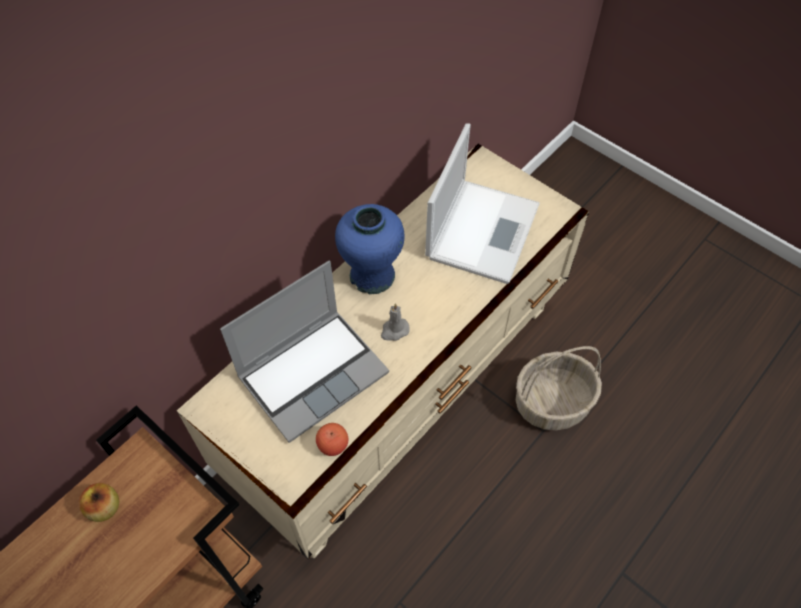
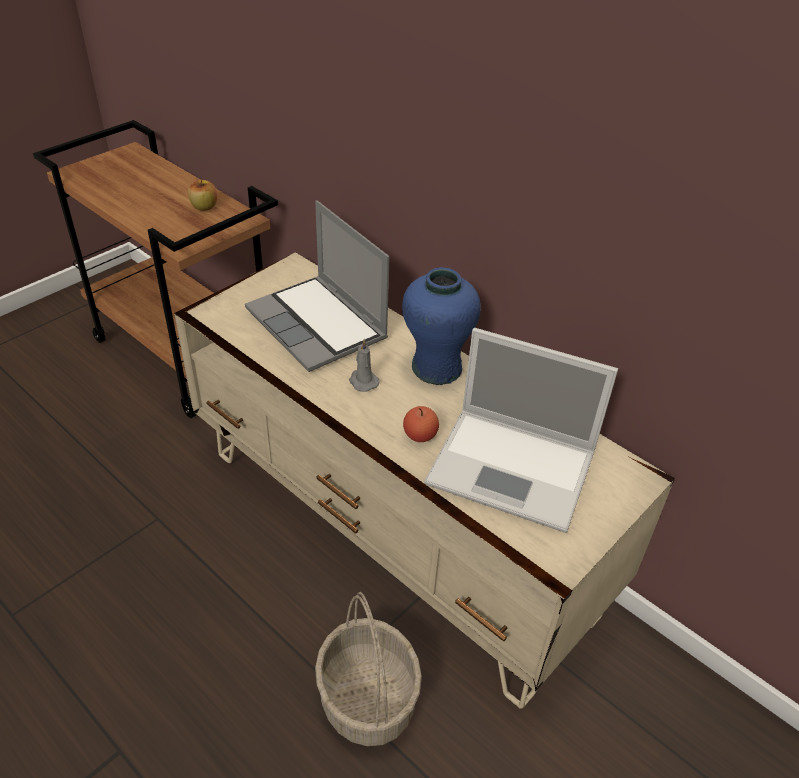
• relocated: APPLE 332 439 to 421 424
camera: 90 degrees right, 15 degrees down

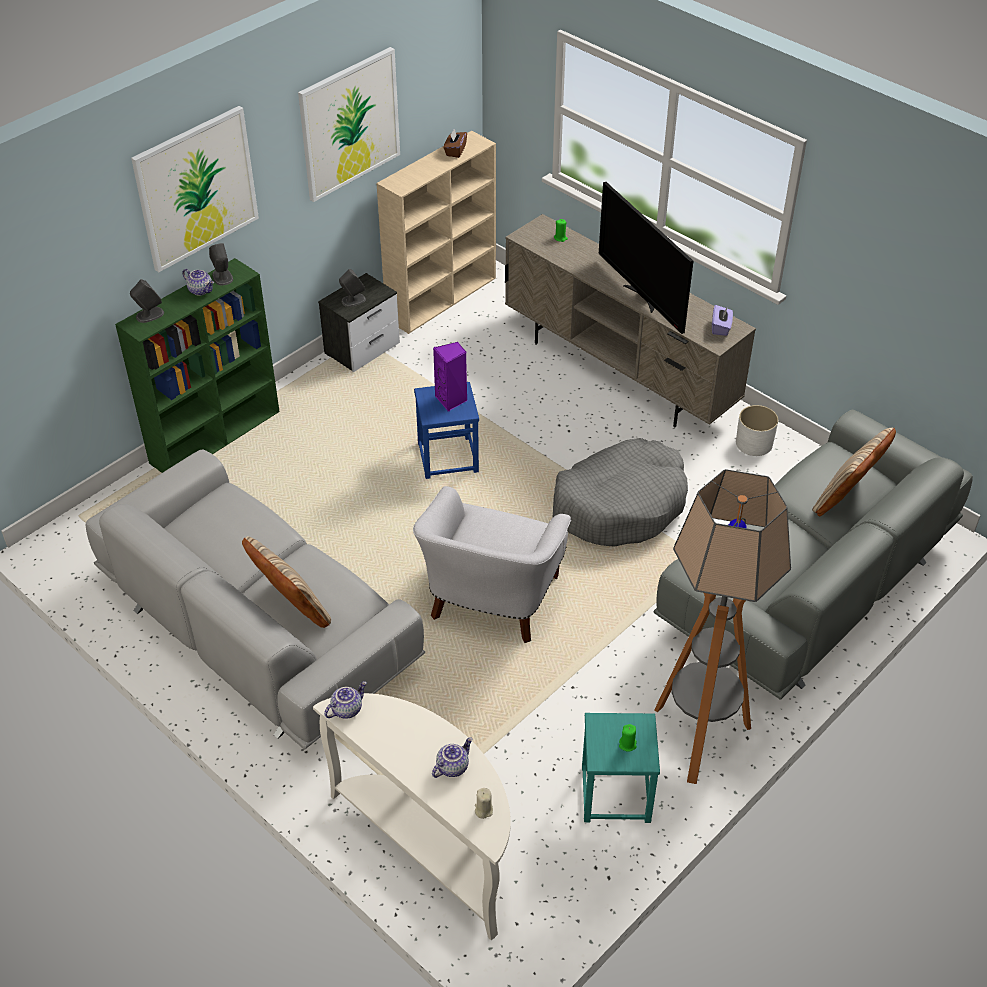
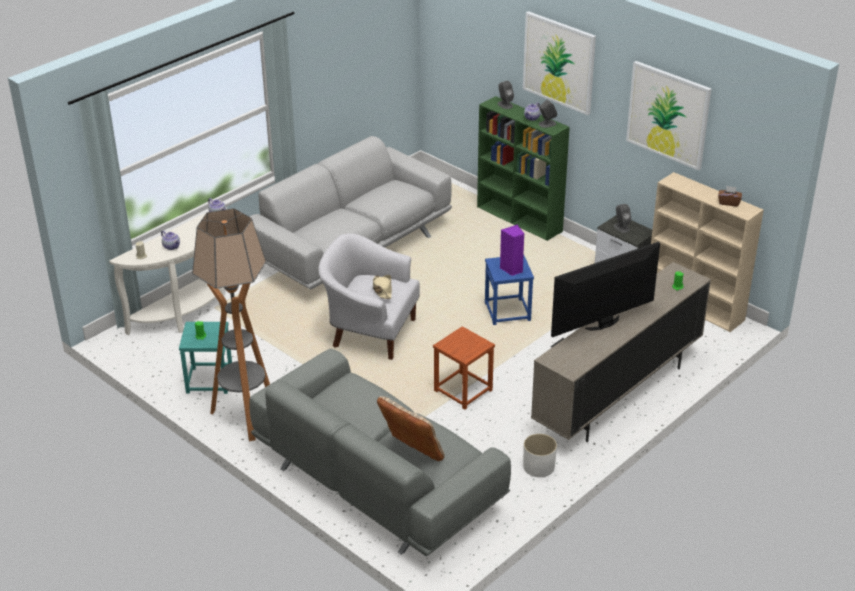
• missing: PURPLE TISSUE BOX 722 320
• exchanged: GREY DOG BED 620 492 to BROWN STOOL 464 368
• missing: BEIGE PILLOW 286 582
• appeared: BEIGE HAT 382 287
camera: 90 degrees right, 10 degrees down

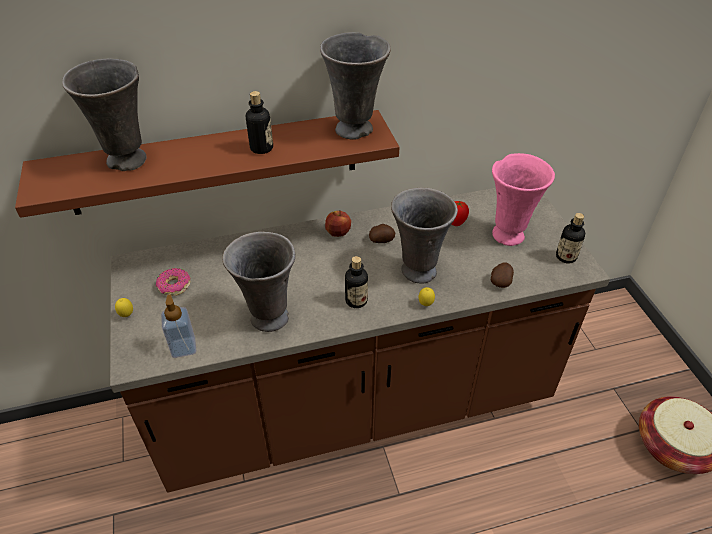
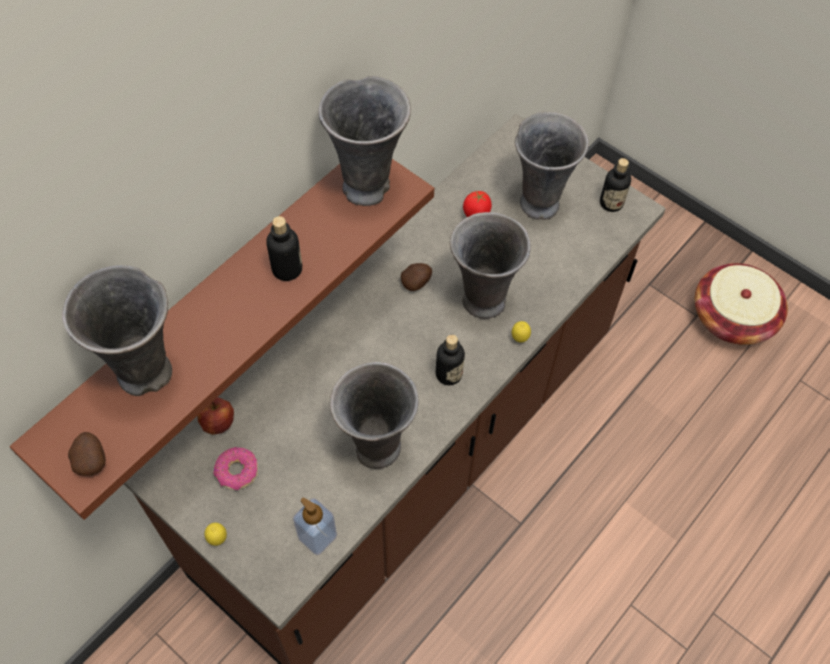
• colour: PINK VASE 523 199 to GREY VASE 552 166
• relocated: APPLE 338 224 to 215 416
• relocated: POTATO 502 275 to 87 454
camera: 35 degrees left, 15 degrees up

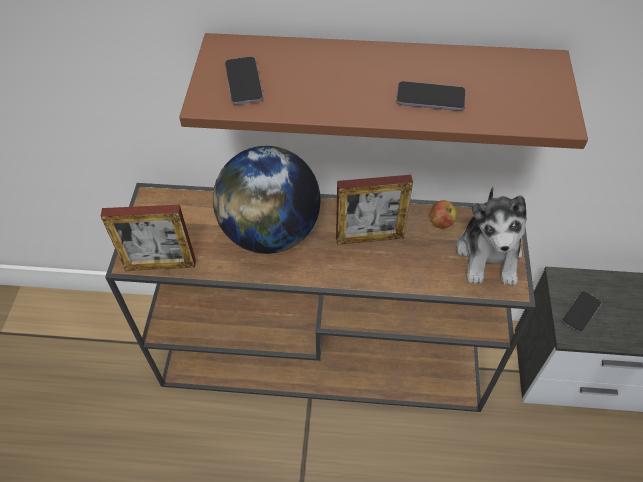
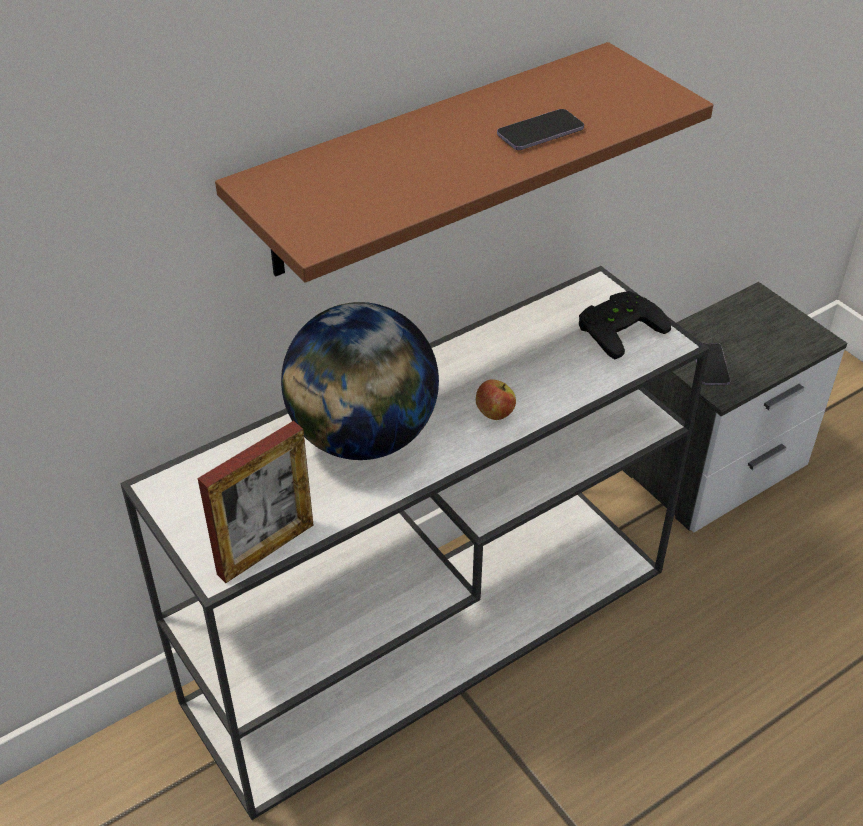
• missing: PHONE 244 81
• missing: PICTURE FRAME 374 210
• colour: BROWN CONSOLE TABLE 320 297 to WHITE CONSOLE TABLE 414 543
• exchanged: PLUSH TOY 491 236 to BLACK GAME CONTROLLER 625 325
• relocated: APPLE 443 214 to 496 399
camera: 40 degrees left, 10 degrees down

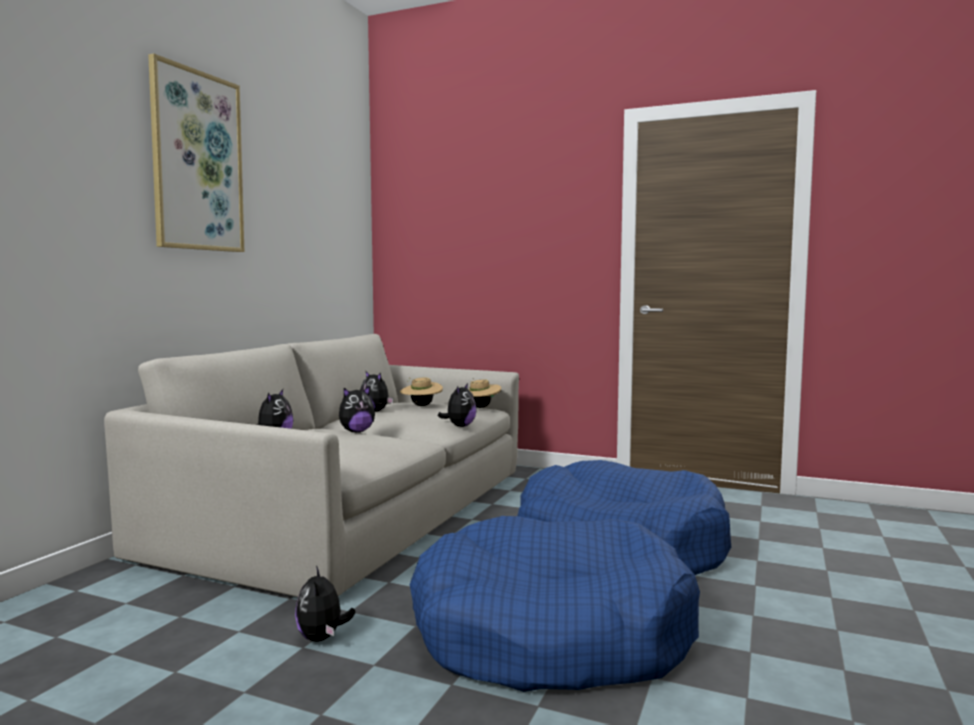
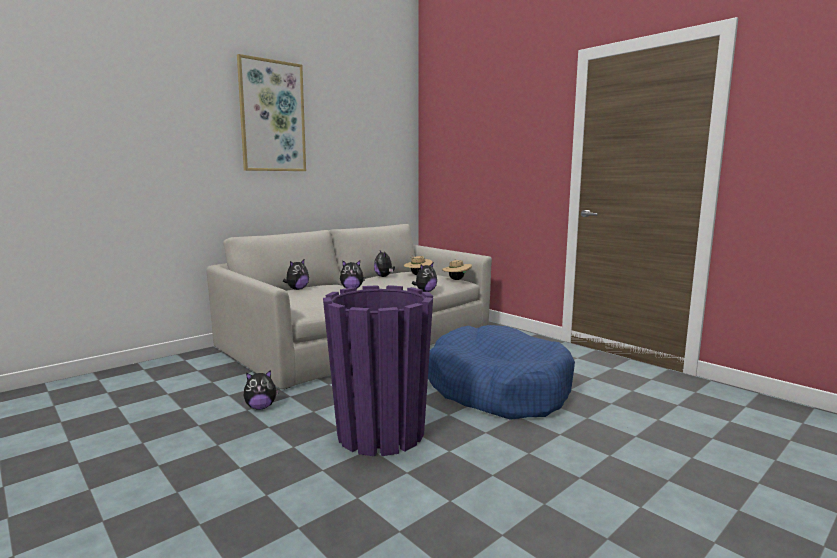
• exchanged: BLUE DOG BED 555 604 to PURPLE PLANTER 378 370
• spun: PLUSH TOY 325 604 = 261 390 120 degrees counterclockwise
camera: 25 degrees right, 5 degrees up

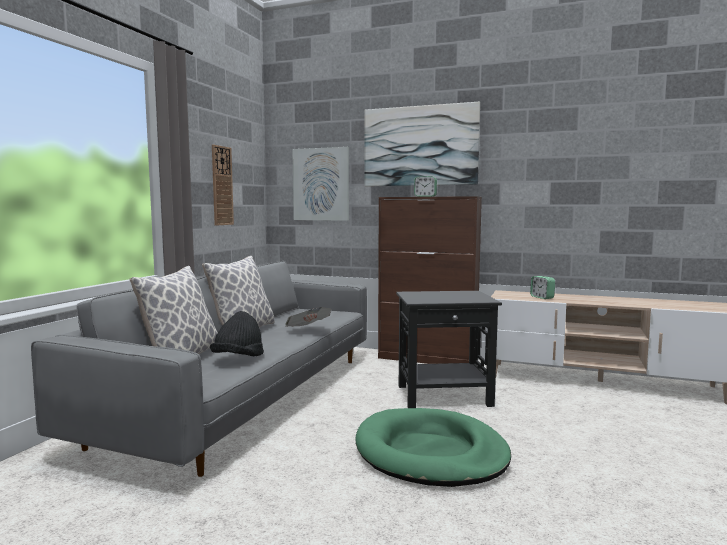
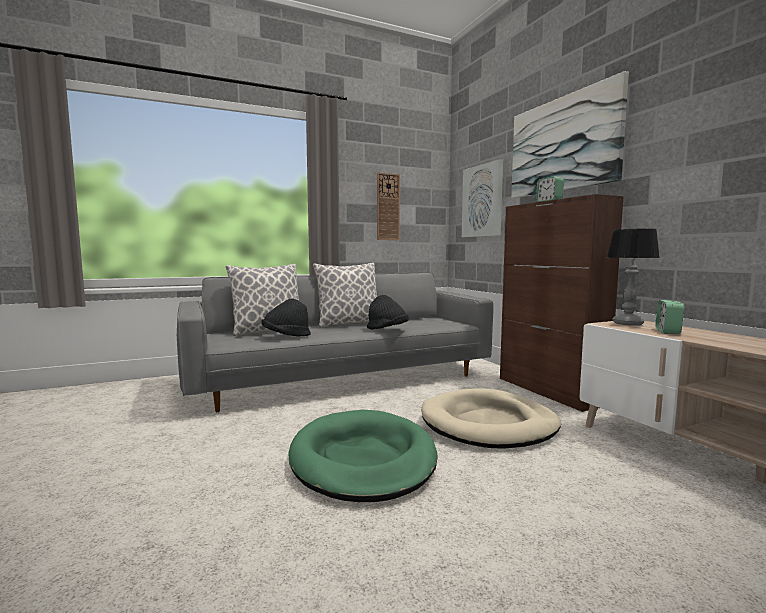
• exchanged: BLACK SIDE TABLE 449 349 to BEIGE DOG BED 491 418
• exchanged: NEWSPAPER 308 317 to BLACK HAT 388 312
• appeared: TABLE LAMP 633 277
camera: 45 degrees right, 0 degrees up

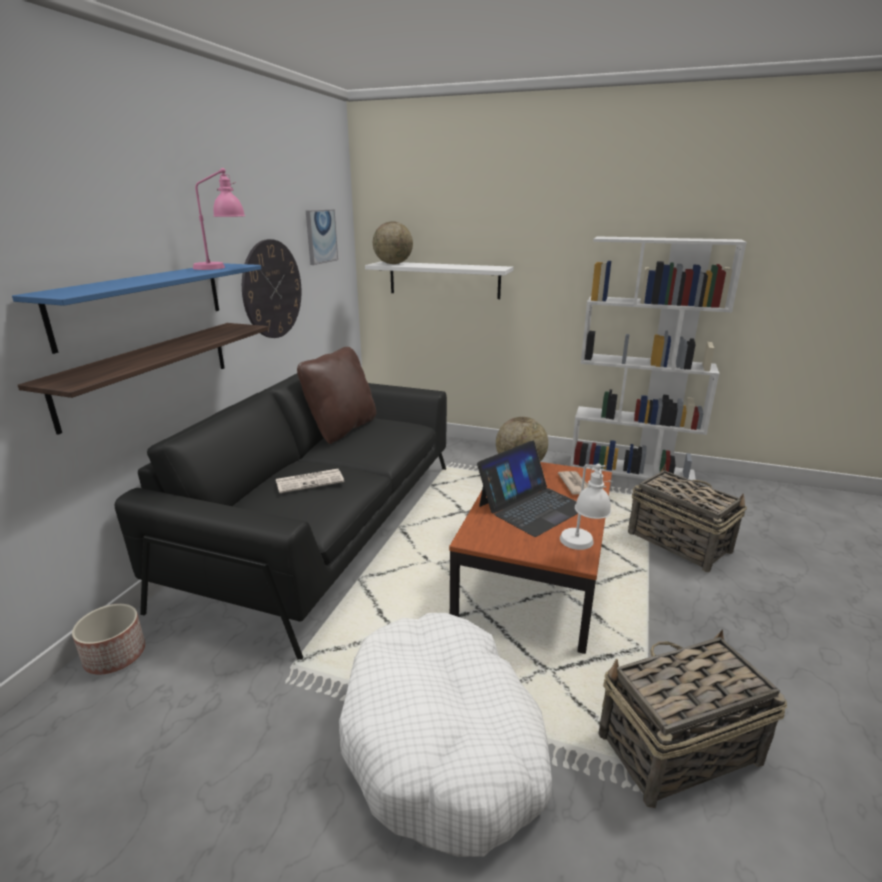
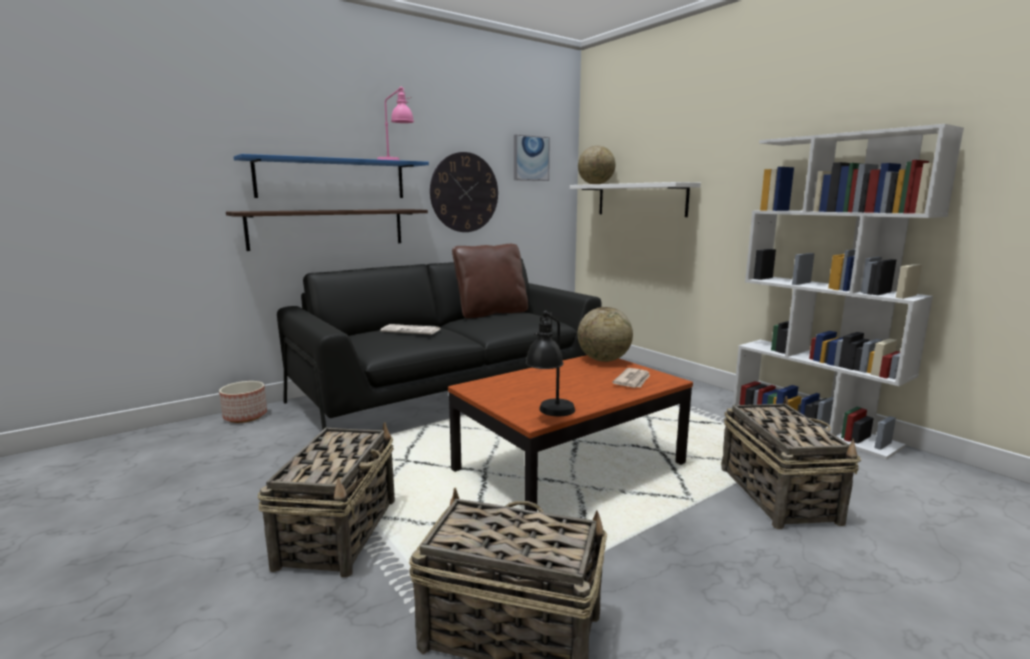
• missing: LAPTOP 527 489
• colour: WHITE TABLE LAMP 586 507 to BLACK TABLE LAMP 550 363
• exchanged: WHITE DOG BED 445 735 to BASKET 326 499
camera: 35 degrees right, 10 degrees down

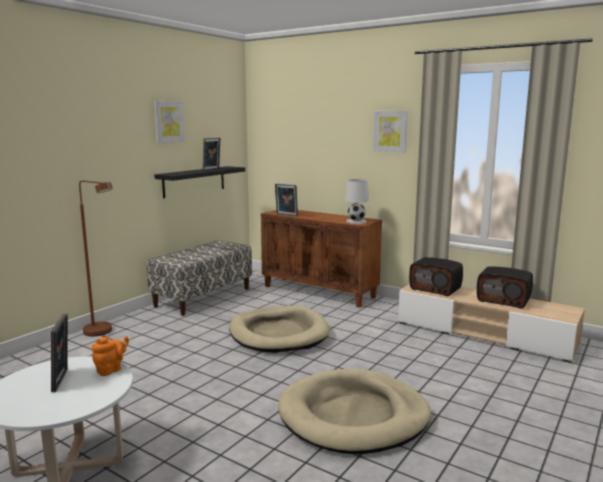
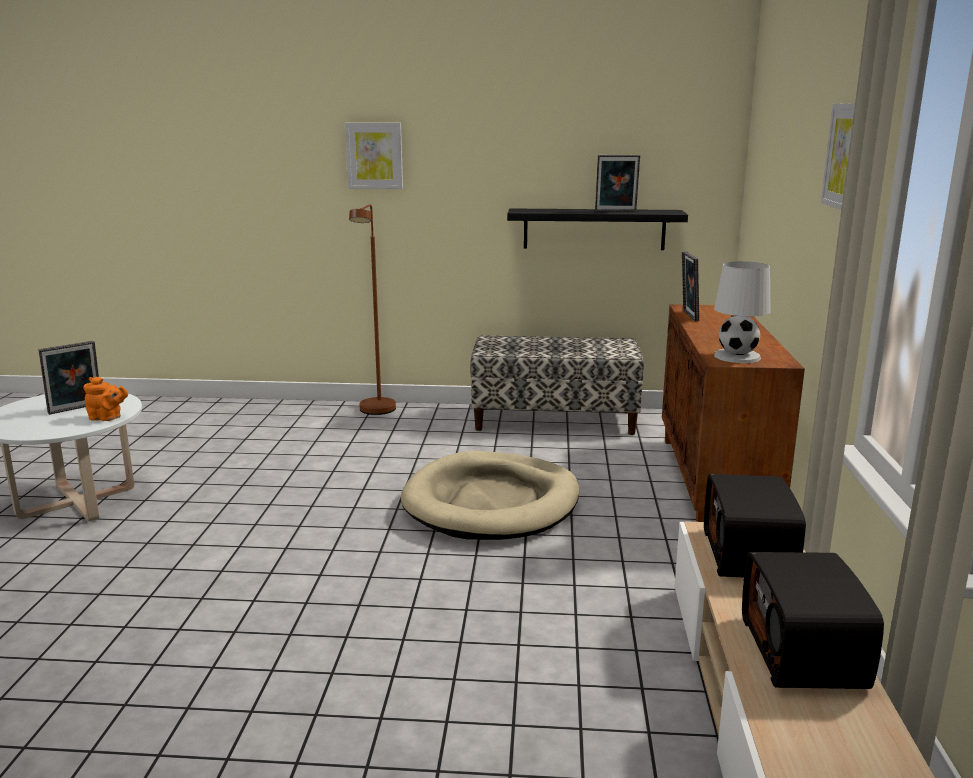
• relocated: PICTURE 169 122 to 374 156
• missing: BEIGE DOG BED 354 411
camera: 60 degrees right, 5 degrees up

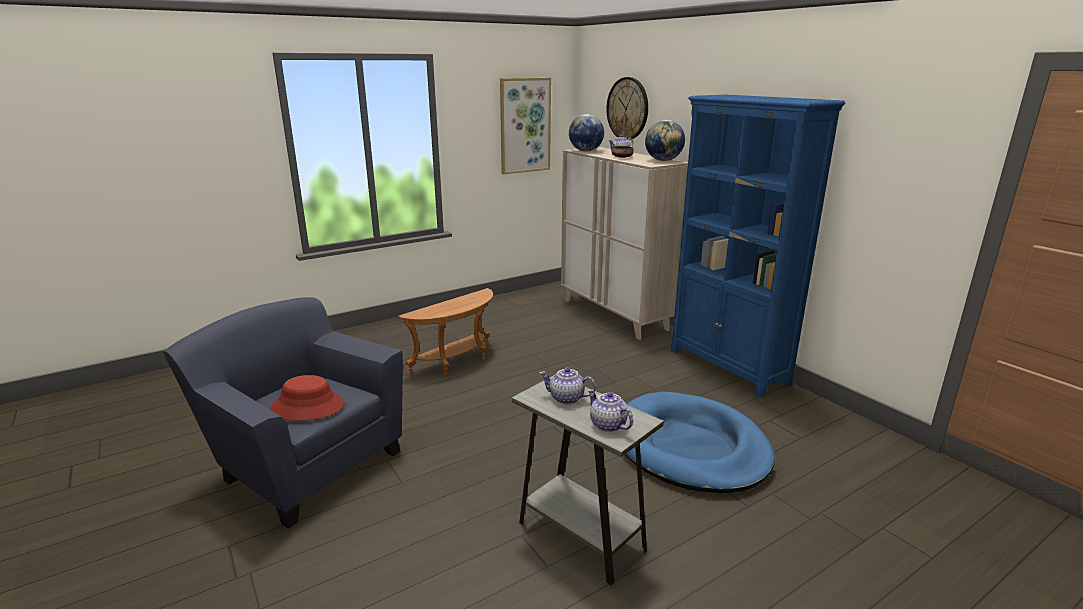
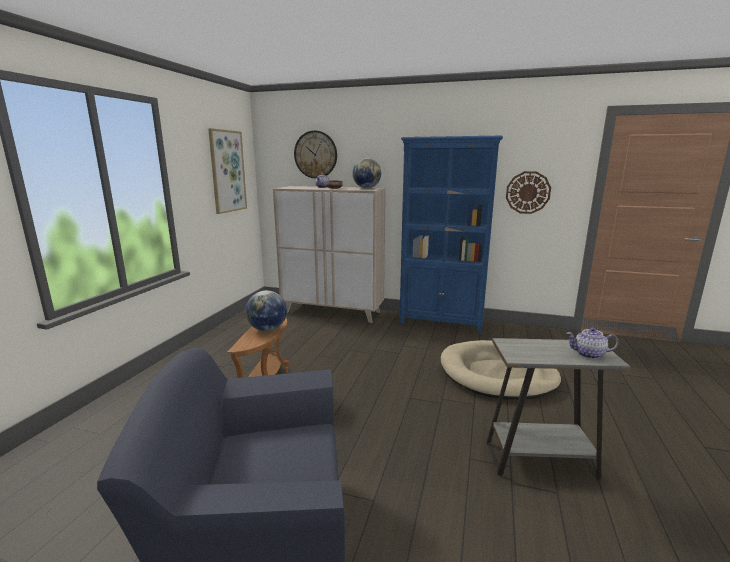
• relocated: GLOBE 586 133 to 266 310
• missing: TEAPOT 568 385
• missing: RED HAT 307 398
• colour: BLUE DOG BED 700 442 to BEIGE DOG BED 501 370
• appeared: WALL CLOCK 528 192
camera: 40 degrees left, 5 degrees down

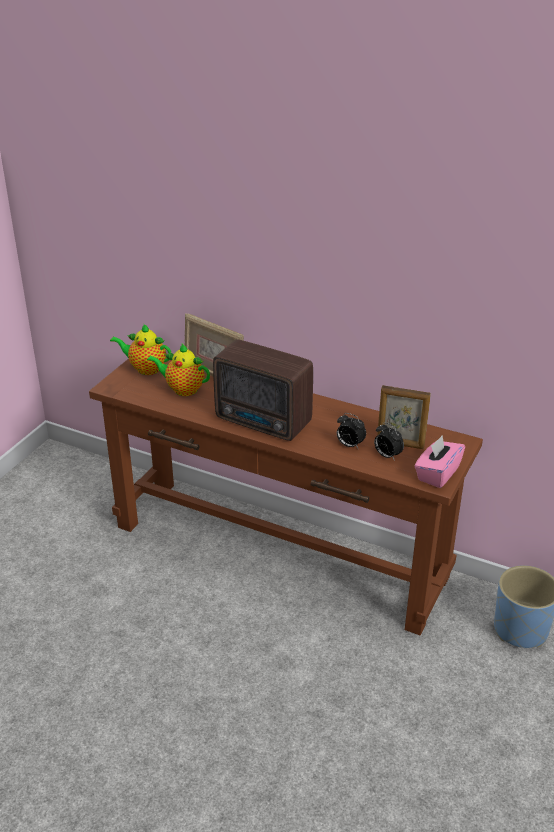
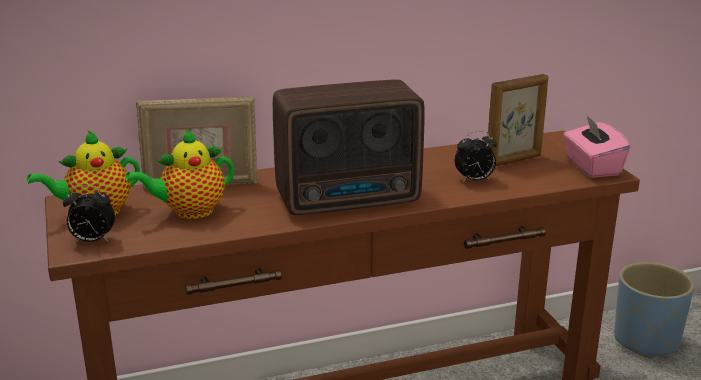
• relocated: ALARM CLOCK 389 441 to 89 213
camera: 45 degrees left, 10 degrees down

